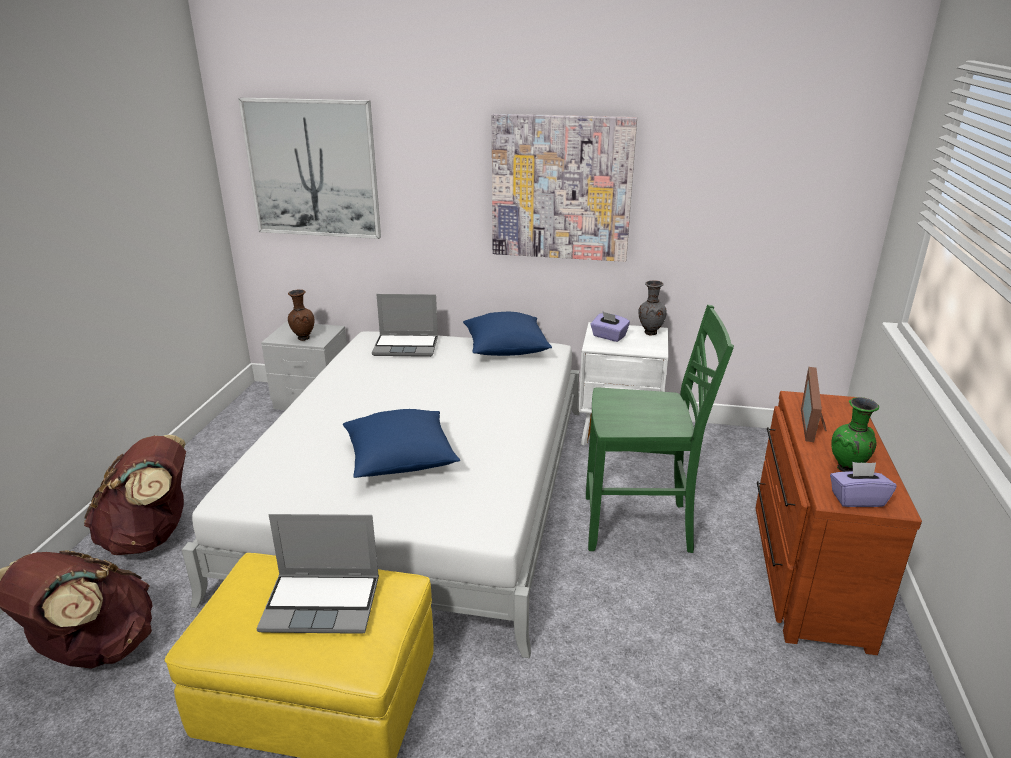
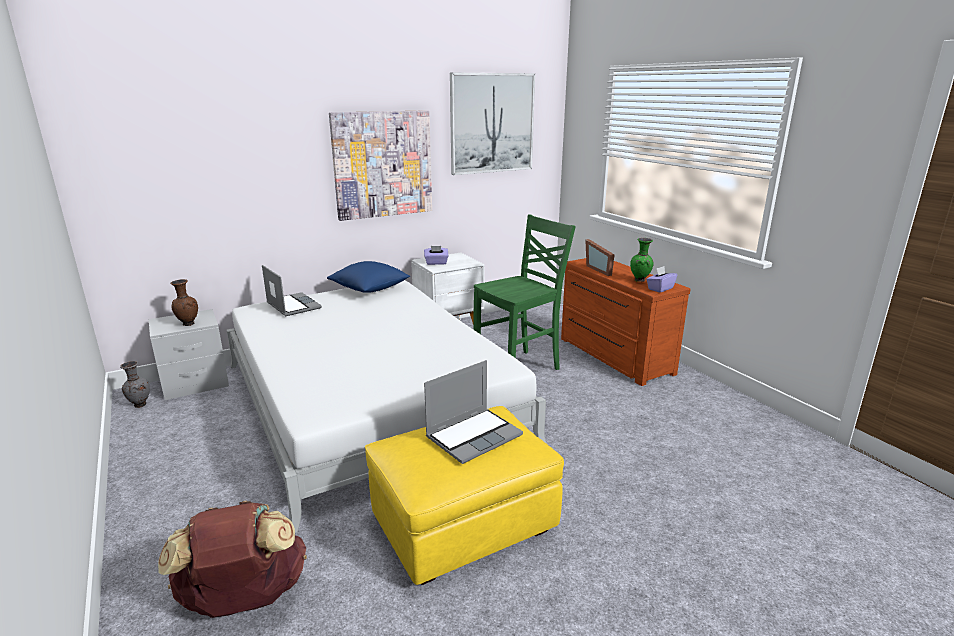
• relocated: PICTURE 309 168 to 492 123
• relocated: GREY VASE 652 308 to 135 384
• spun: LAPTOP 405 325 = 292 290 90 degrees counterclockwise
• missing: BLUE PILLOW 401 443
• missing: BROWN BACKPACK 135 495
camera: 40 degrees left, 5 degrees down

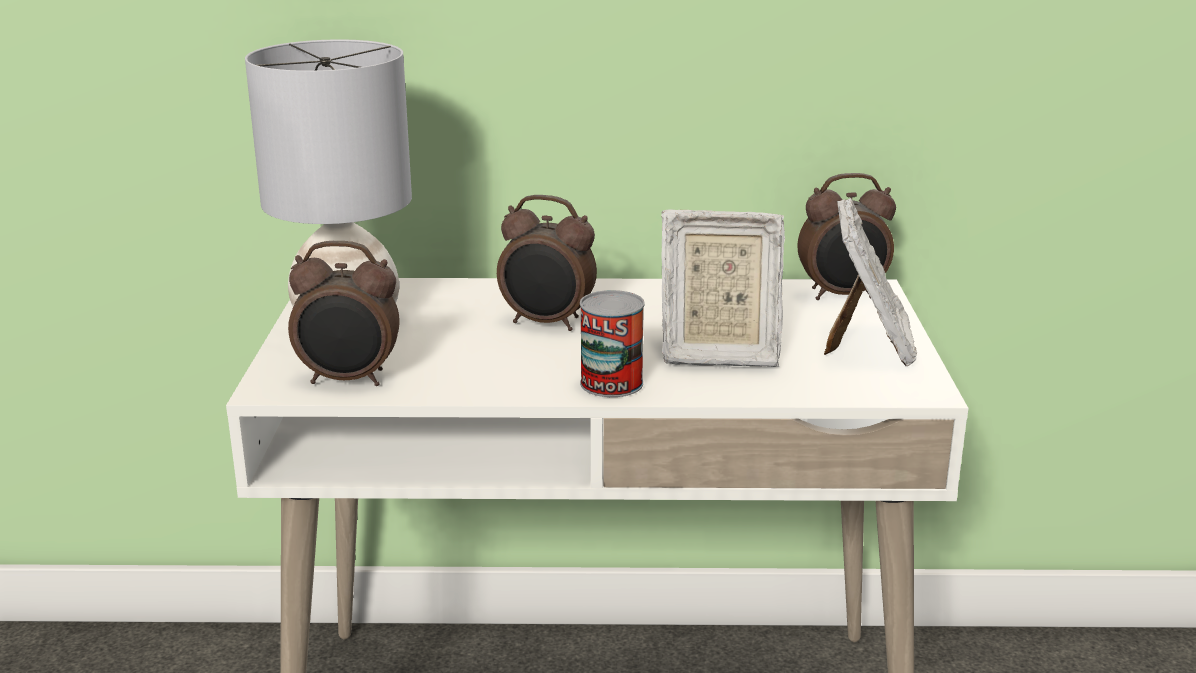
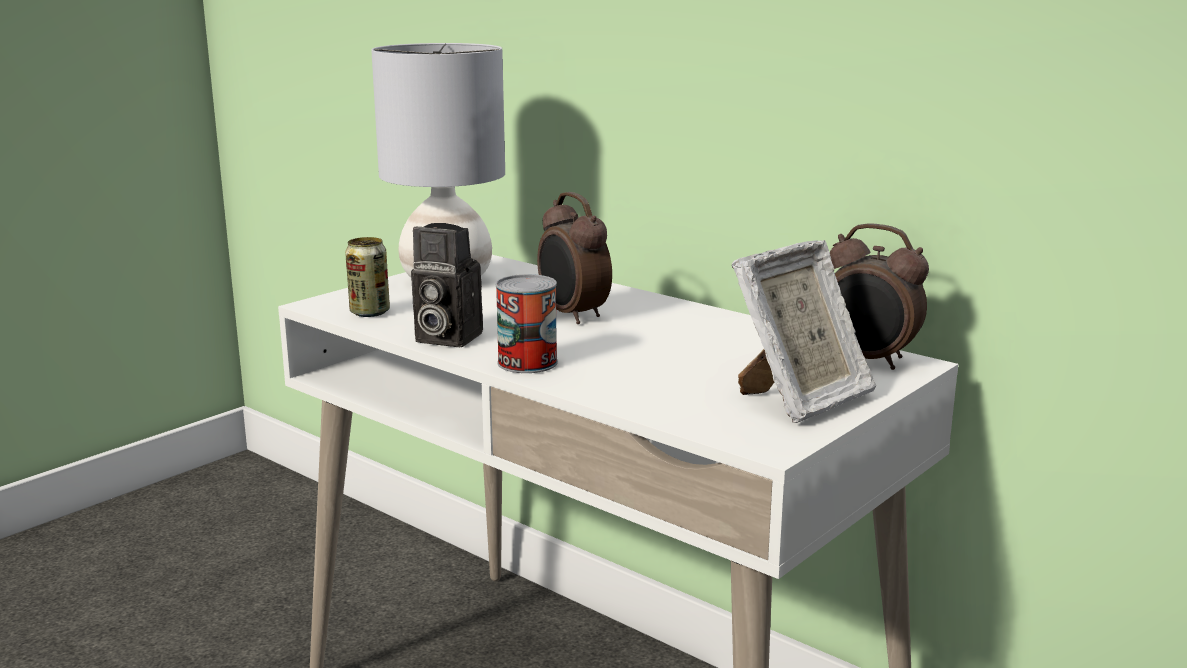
• missing: PICTURE FRAME 723 288
• exchanged: ALARM CLOCK 344 313 to CAN 367 277
• appeared: PHOTO CAMERA 447 285
camera: 40 degrees right, 5 degrees down

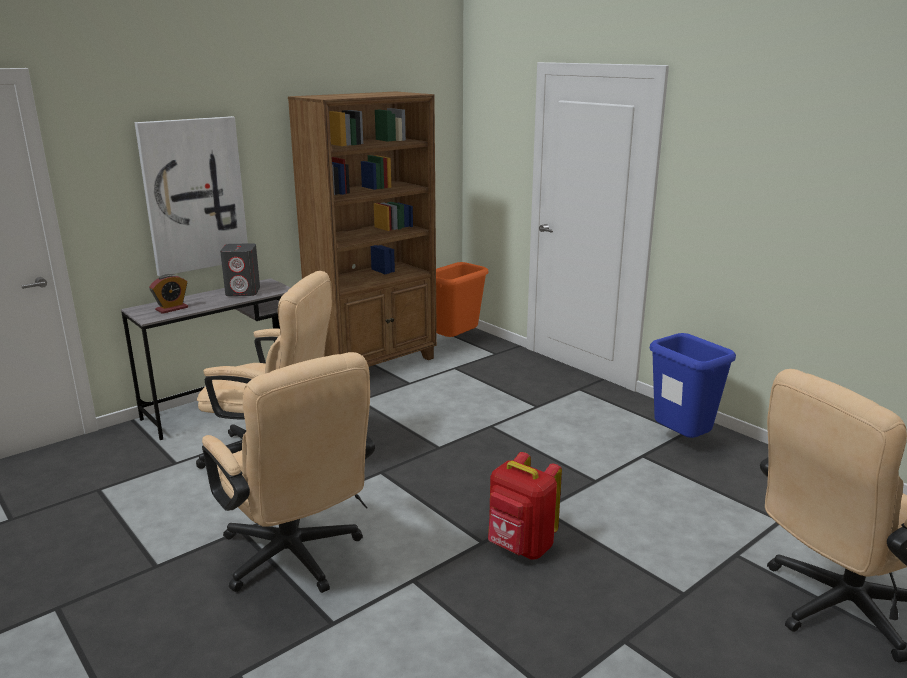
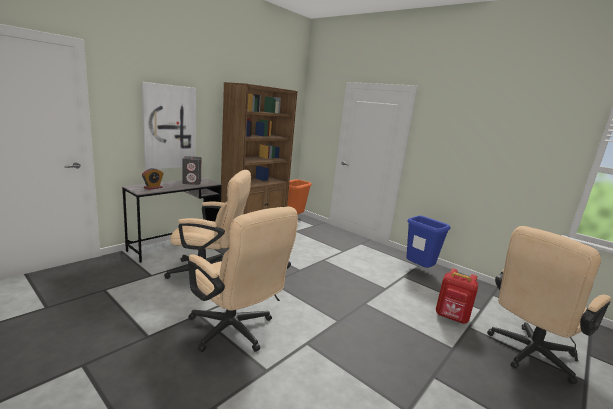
• relocated: RED BACKPACK 525 506 to 457 296
camera: 10 degrees left, 5 degrees down

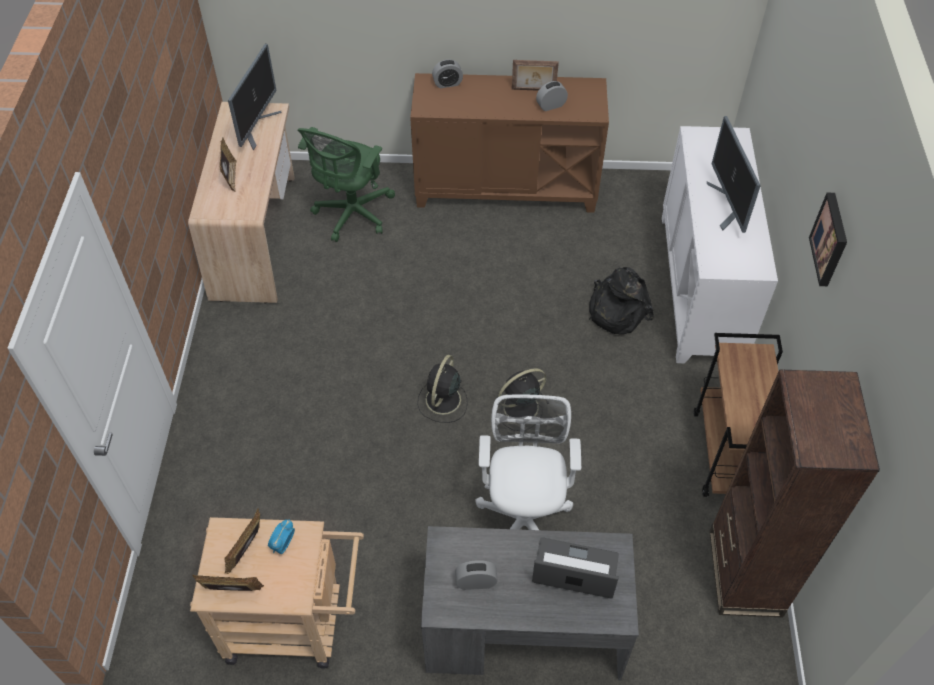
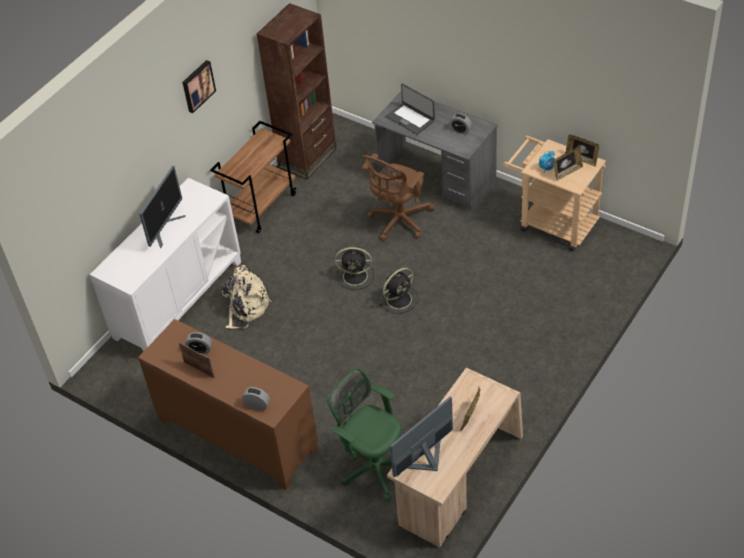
• spun: GREEN OFFICE CHAIR 346 184 = 364 434 105 degrees counterclockwise
• colour: BLACK BACKPACK 621 301 to BEIGE BACKPACK 247 296
• colour: WHITE OFFICE CHAIR 528 462 to BROWN OFFICE CHAIR 398 197
camera: 145 degrees left, 5 degrees down

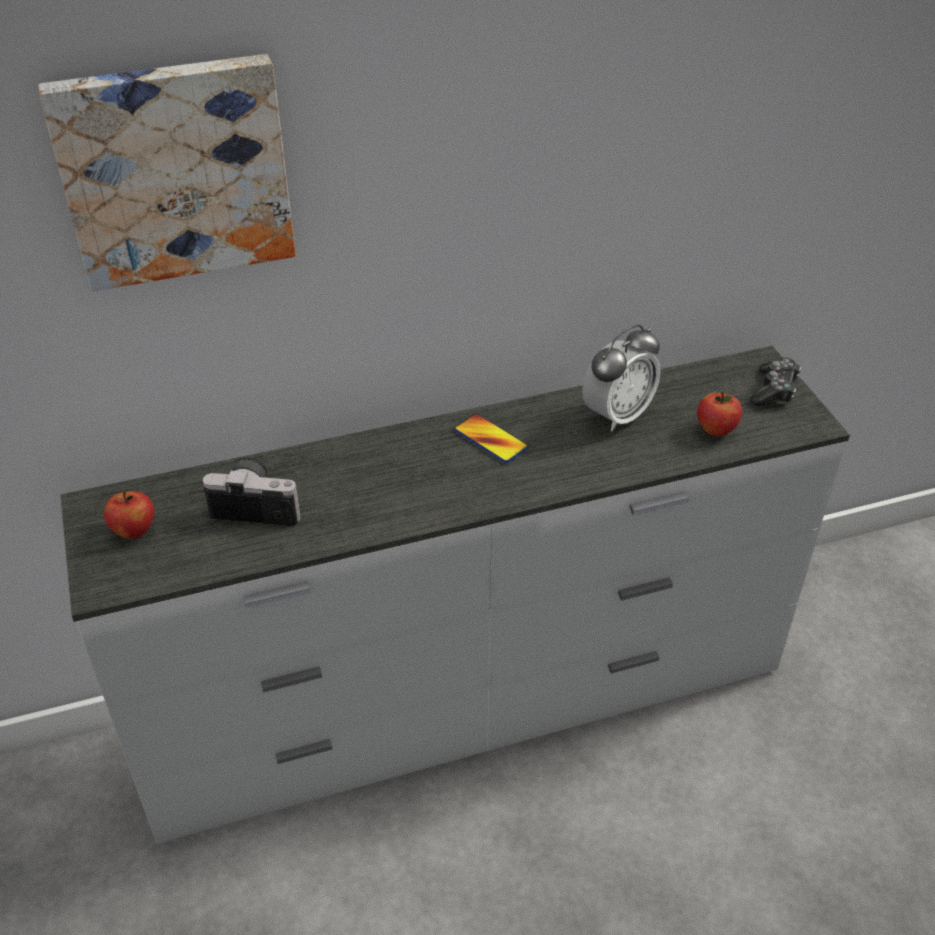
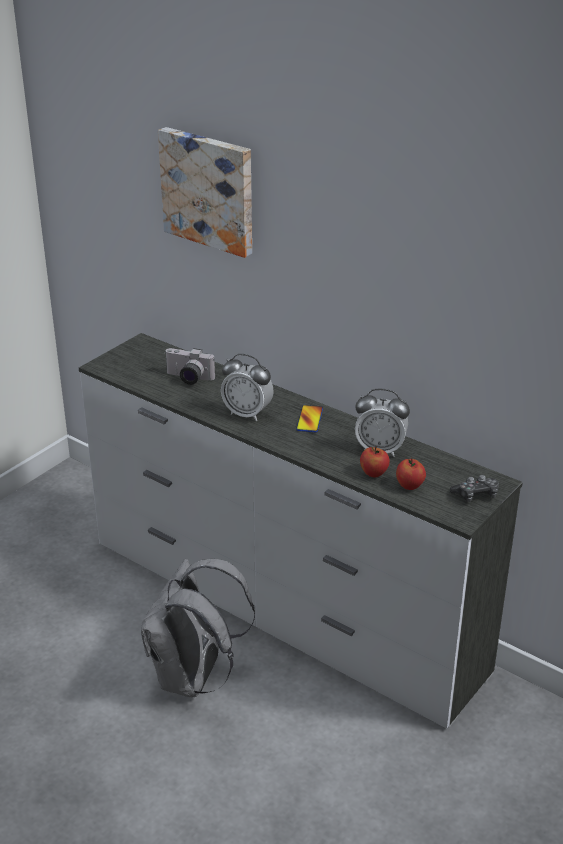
• spun: PHOTO CAMERA 251 492 = 190 366 135 degrees clockwise
• relocated: APPLE 129 515 to 375 461
• appeared: ALARM CLOCK 247 387
• appeared: GREY BACKPACK 198 628
camera: 55 degrees right, 10 degrees down

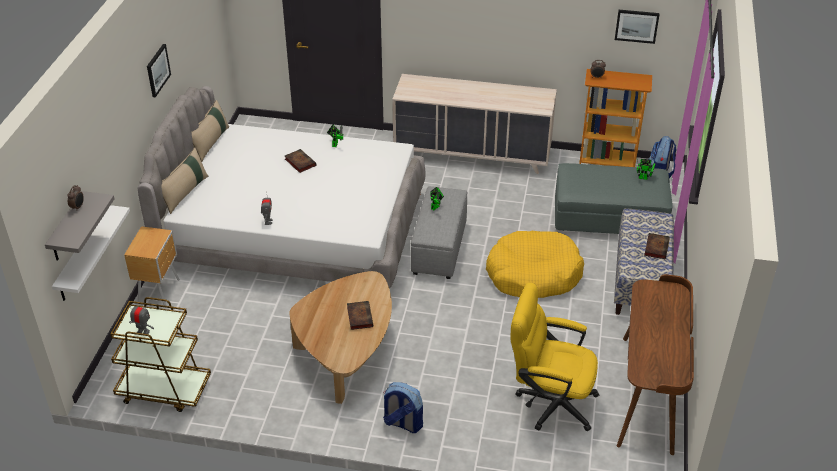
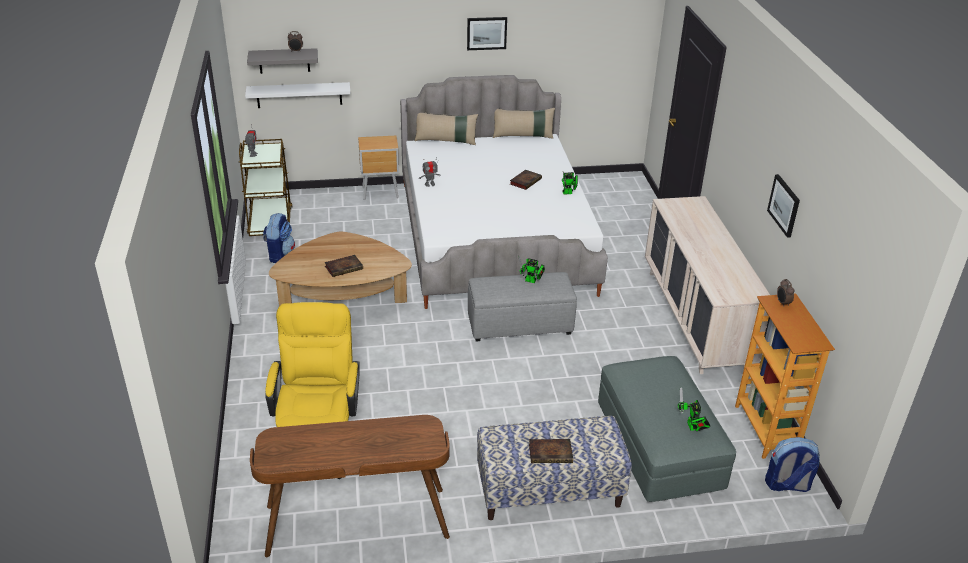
• relocated: PICTURE 637 27 to 783 206
• missing: YELLOW DOG BED 535 264
• relocated: BACKPACK 403 407 to 279 238
camera: 70 degrees right, 5 degrees down

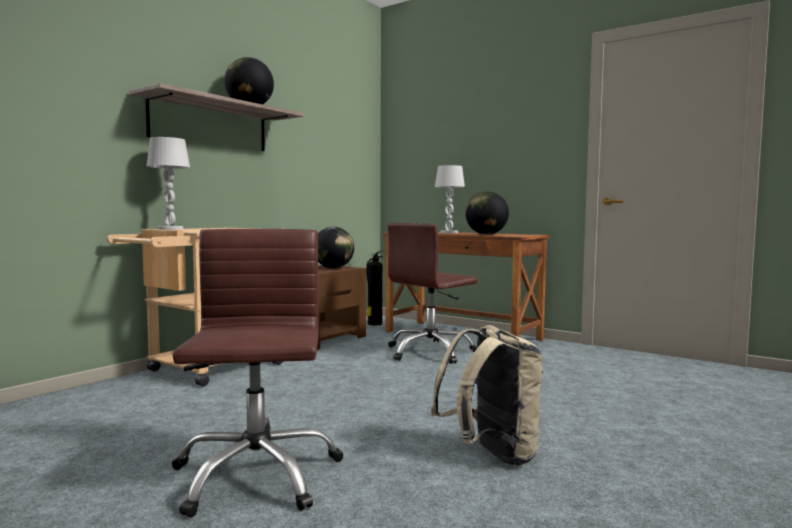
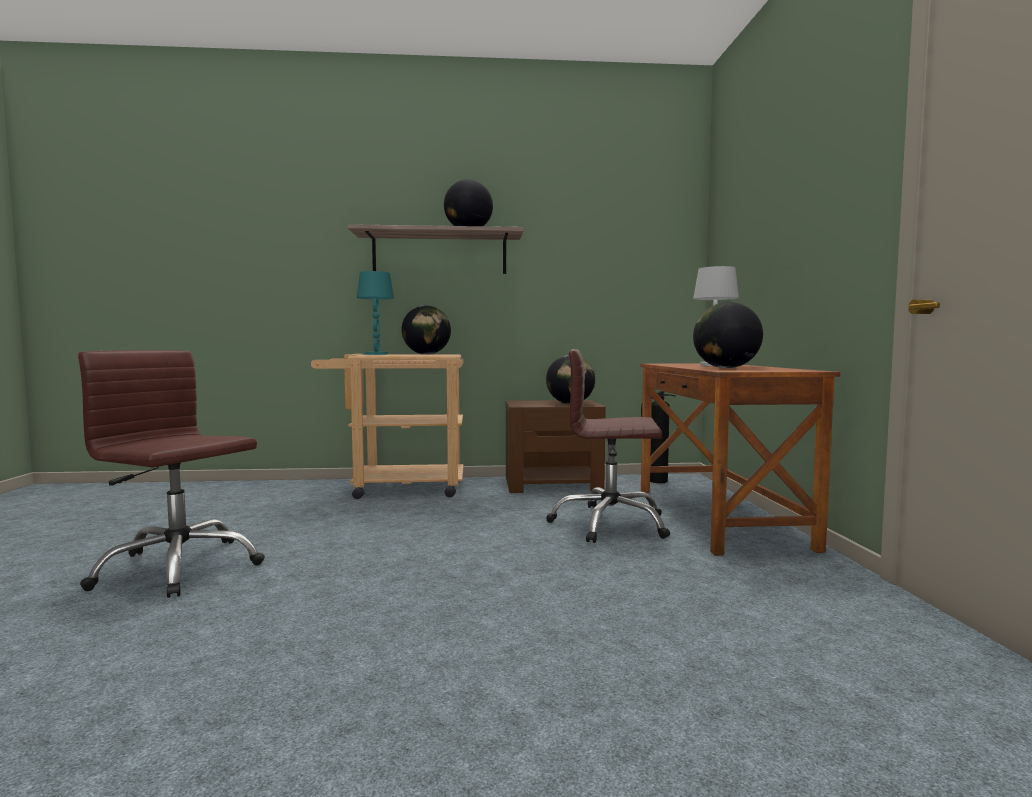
• colour: WHITE TABLE LAMP 168 183 to TURQUOISE TABLE LAMP 375 313
• spun: BROWN OFFICE CHAIR 257 373 = 171 474 105 degrees counterclockwise
• missing: BEIGE BACKPACK 487 395
• appeared: GLOBE 426 330
camera: 50 degrees right, 0 degrees up

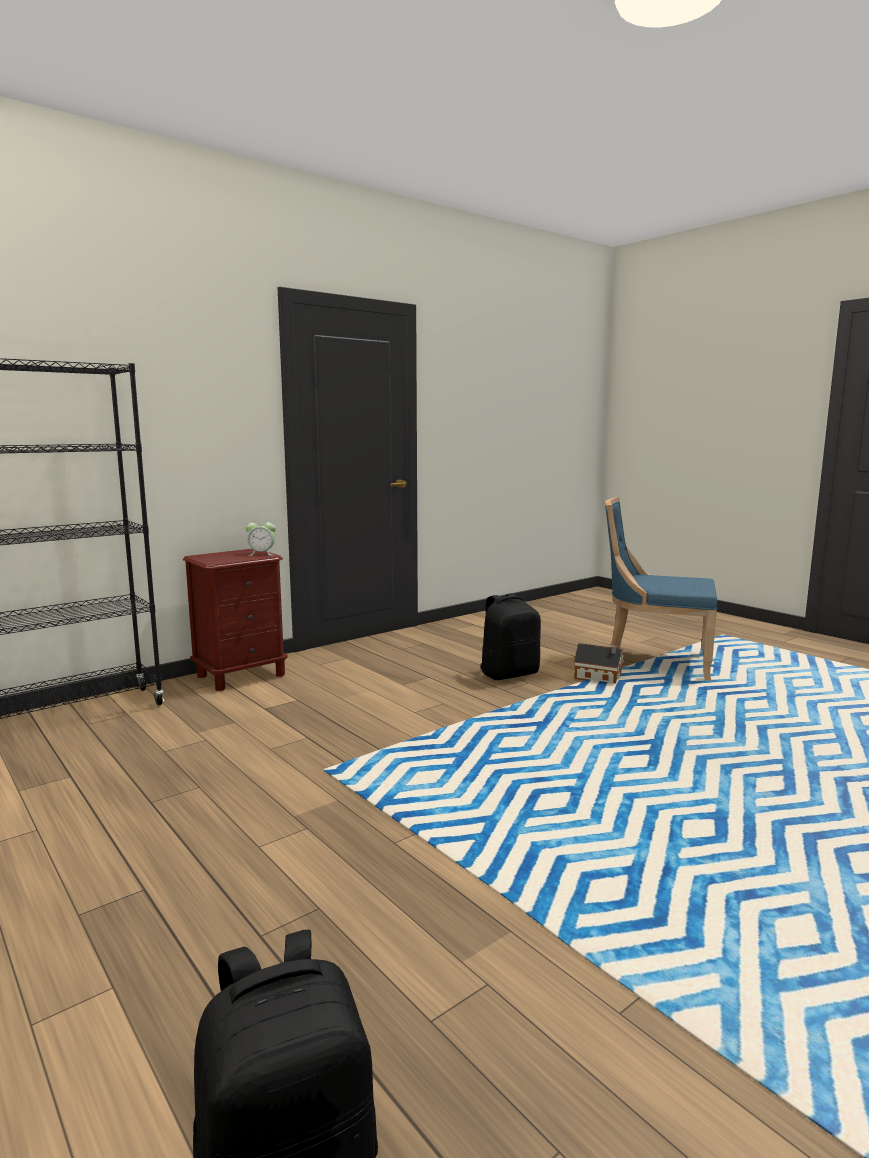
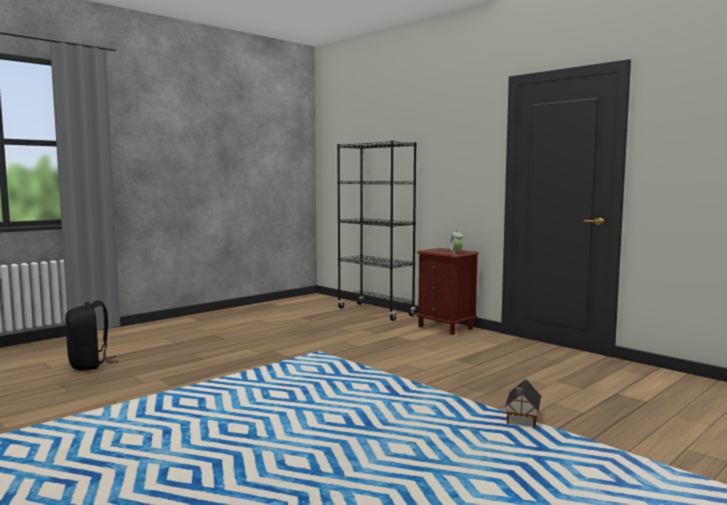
• missing: BLUE CHAIR 661 589
• missing: BLACK BACKPACK 510 636
camera: 85 degrees right, 5 degrees down

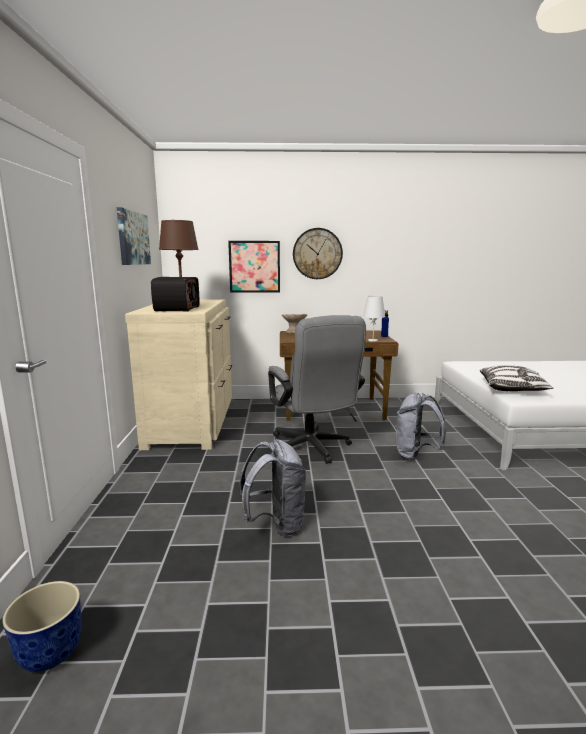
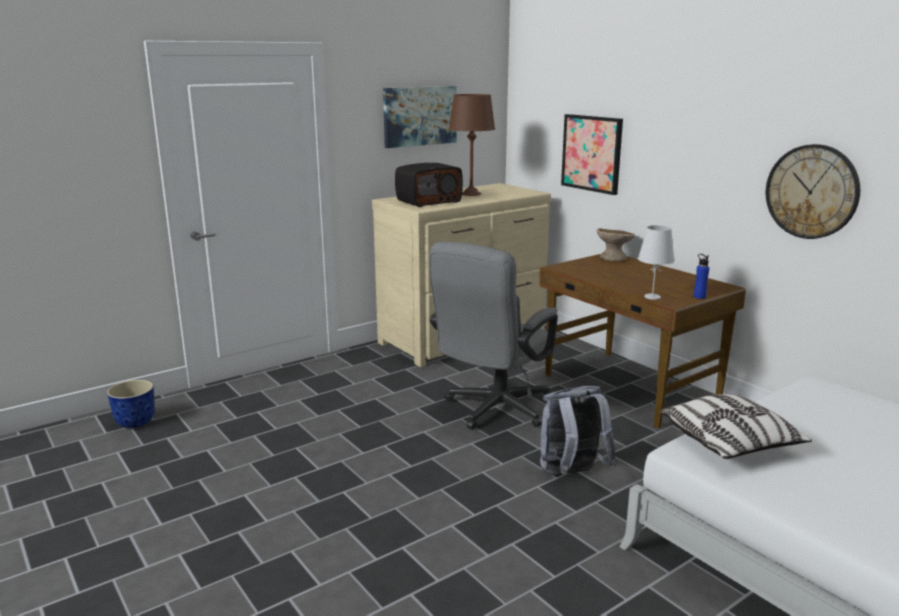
• relocated: WALL CLOCK 318 253 to 813 191
• missing: GREY BACKPACK 273 487
camera: 55 degrees right, 5 degrees up

